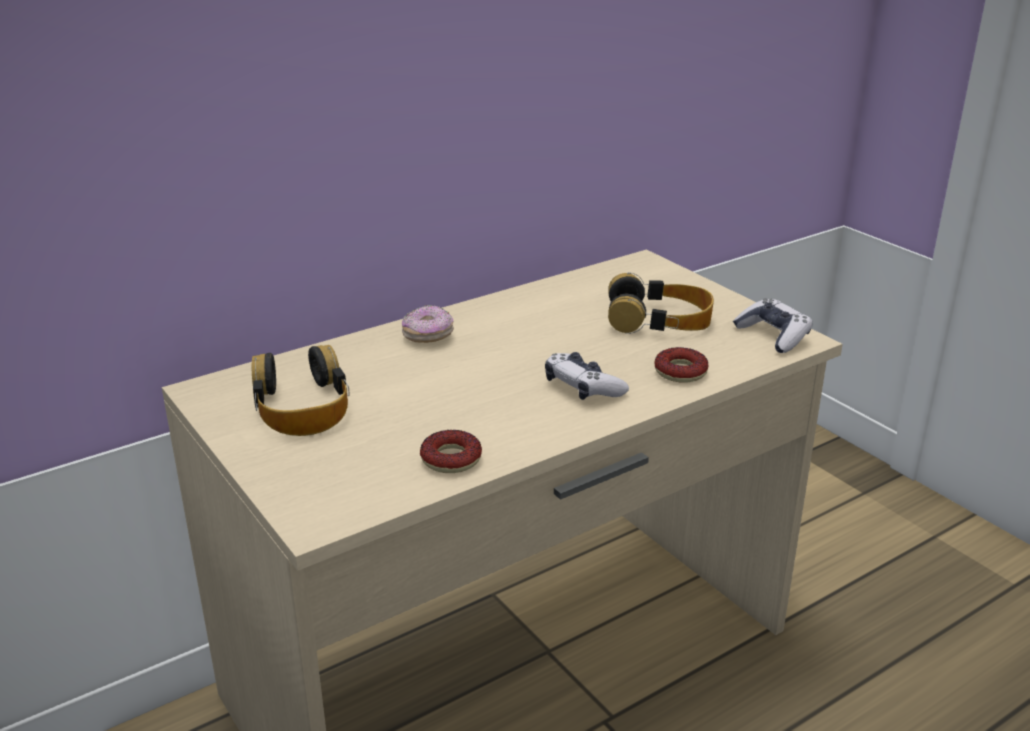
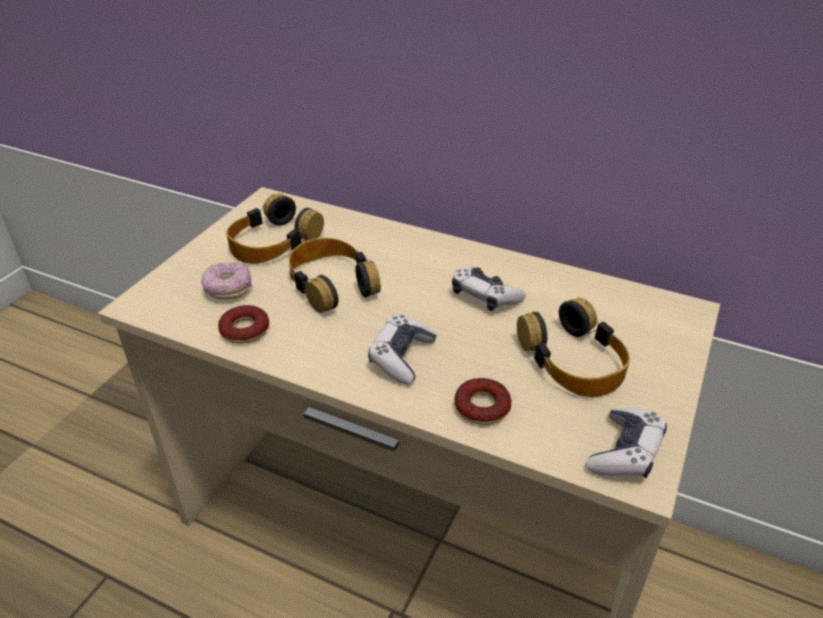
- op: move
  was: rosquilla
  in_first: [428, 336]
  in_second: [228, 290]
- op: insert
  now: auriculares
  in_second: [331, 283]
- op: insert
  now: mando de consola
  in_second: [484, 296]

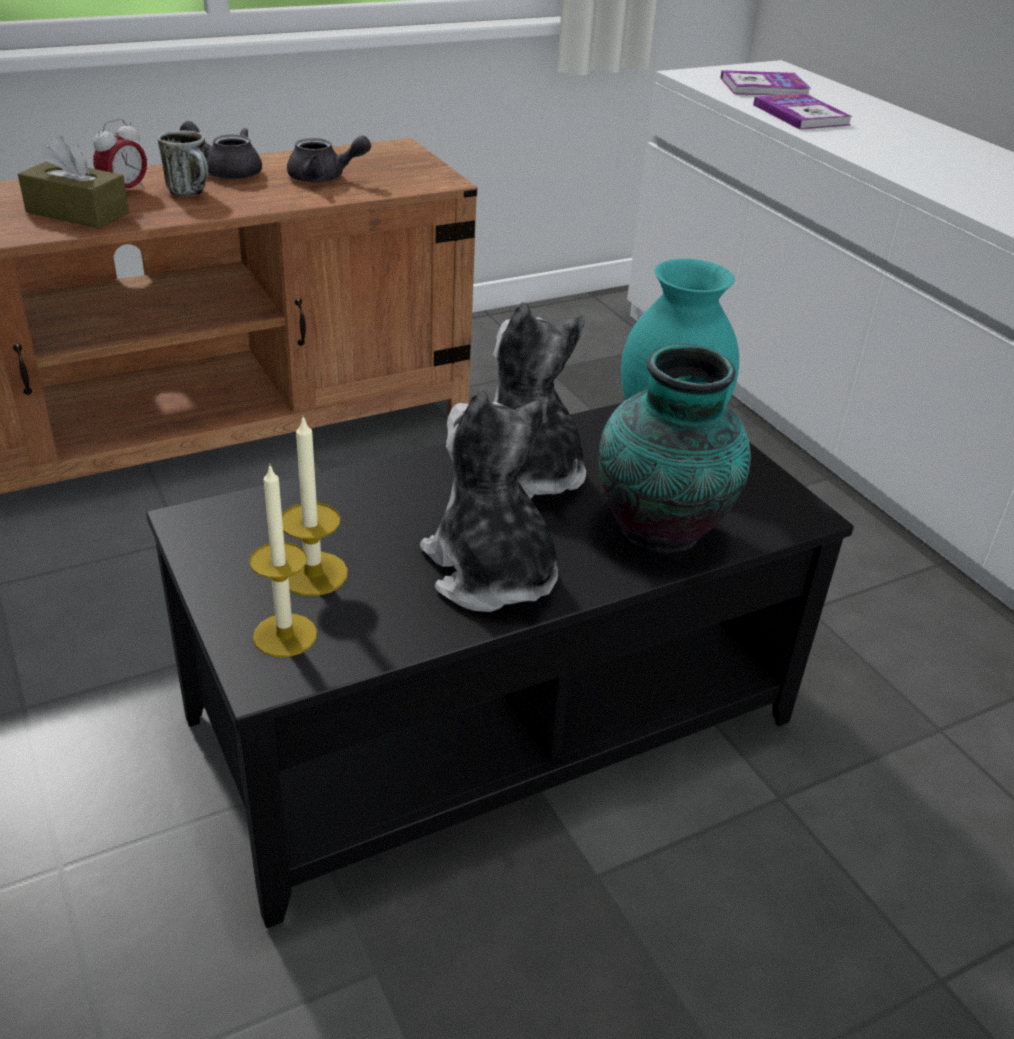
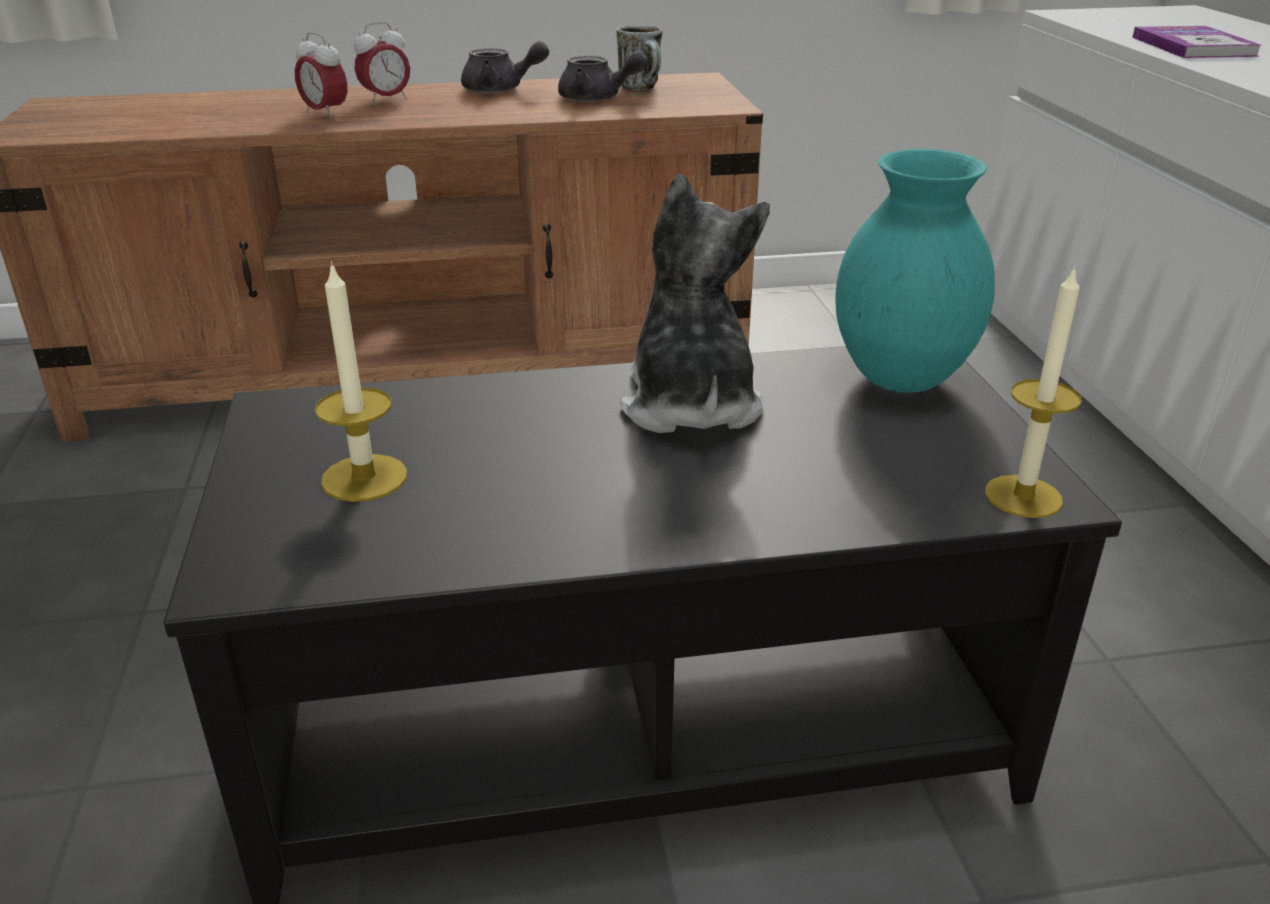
- op: replace
  was: caja de pañuelos [marrón]
  now: despertador
  in_first: [77, 212]
  in_second: [325, 114]
- op: move
  was: taza grande
  in_first: [193, 193]
  in_second: [644, 88]
- op: rotate
  was: tetera [gris]
  in_first: [227, 171]
  in_second: [500, 90]
  clockwise: 150
- op: move
  was: vela
  in_first: [285, 635]
  in_second: [1023, 496]
- op: delete
  was: peluche
  in_first: [491, 573]
- op: delete
  was: florero
  in_first: [664, 532]
- op: delete
  was: libro
  in_first: [764, 87]

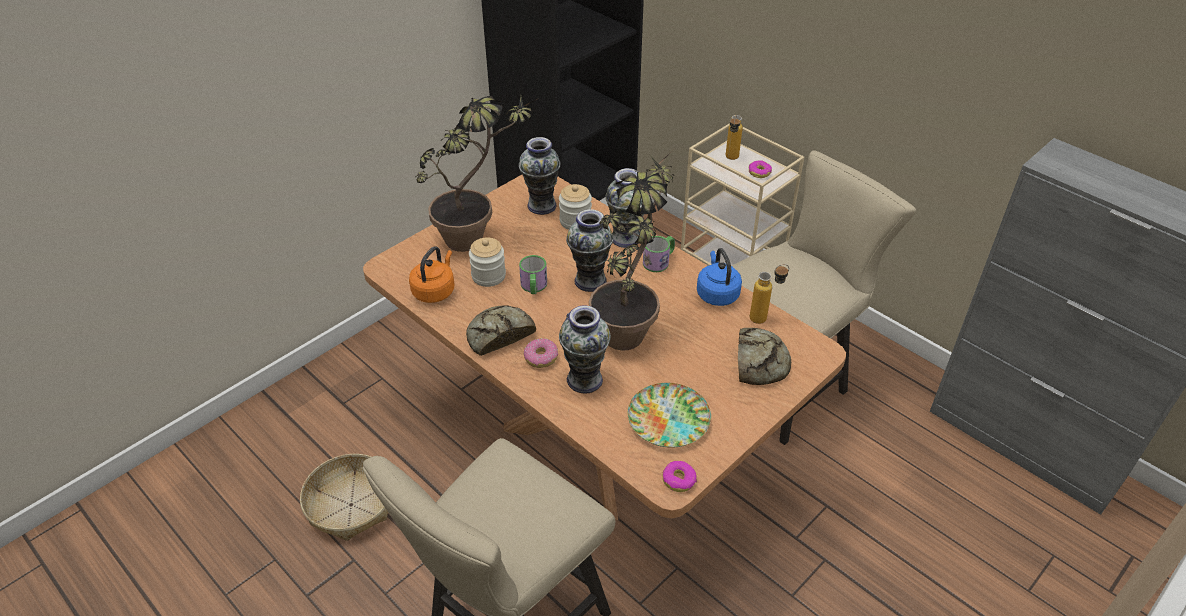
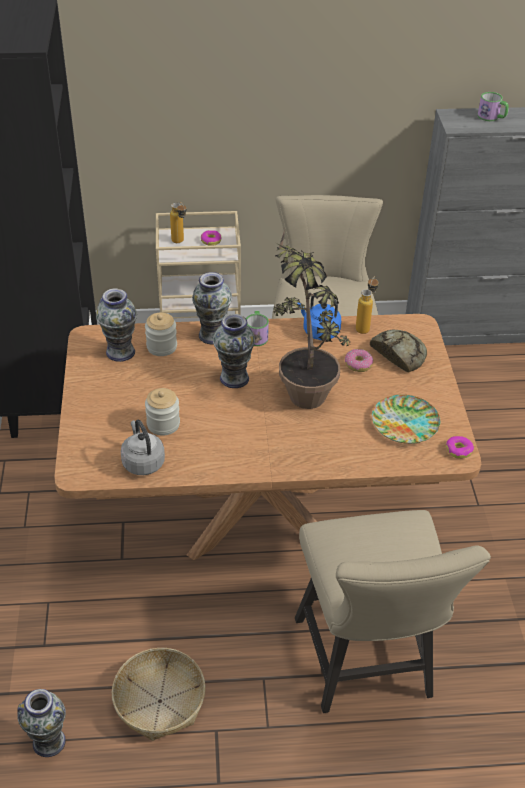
- op: recolor
  was: hervidor [naranja]
  now: hervidor [gris]
  in_first: [435, 291]
  in_second: [142, 462]
- op: delete
  was: planta en maceta
  in_first: [478, 238]
- op: delete
  was: pan
  in_first: [498, 334]
- op: move
  was: taza grande
  in_first: [533, 287]
  in_second: [491, 117]
- op: move
  was: rosquilla
  in_first: [541, 357]
  in_second: [358, 364]
- op: move
  was: florero
  in_first: [584, 380]
  in_second: [49, 742]

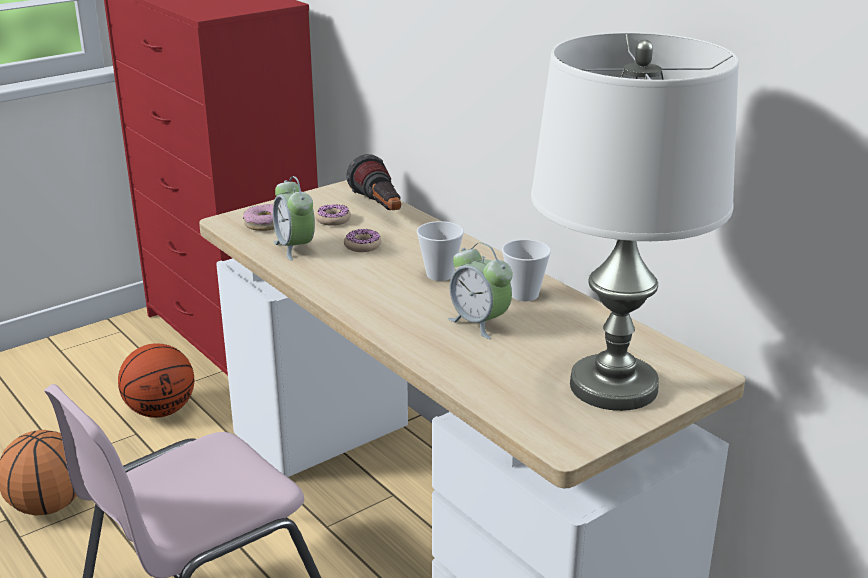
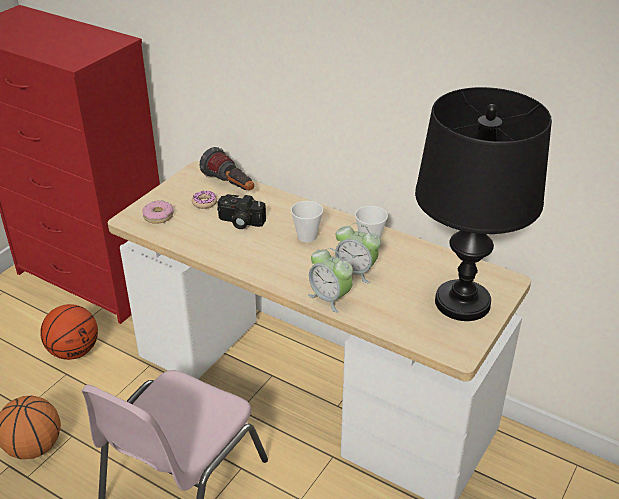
- op: move
  was: despertador
  in_first: [295, 248]
  in_second: [330, 298]
- op: replace
  was: rosquilla
  now: cámara
  in_first: [362, 246]
  in_second: [240, 222]
- op: recolor
  was: lámpara de mesa [blanco]
  now: lámpara de mesa [negro]
  in_first: [614, 386]
  in_second: [463, 302]

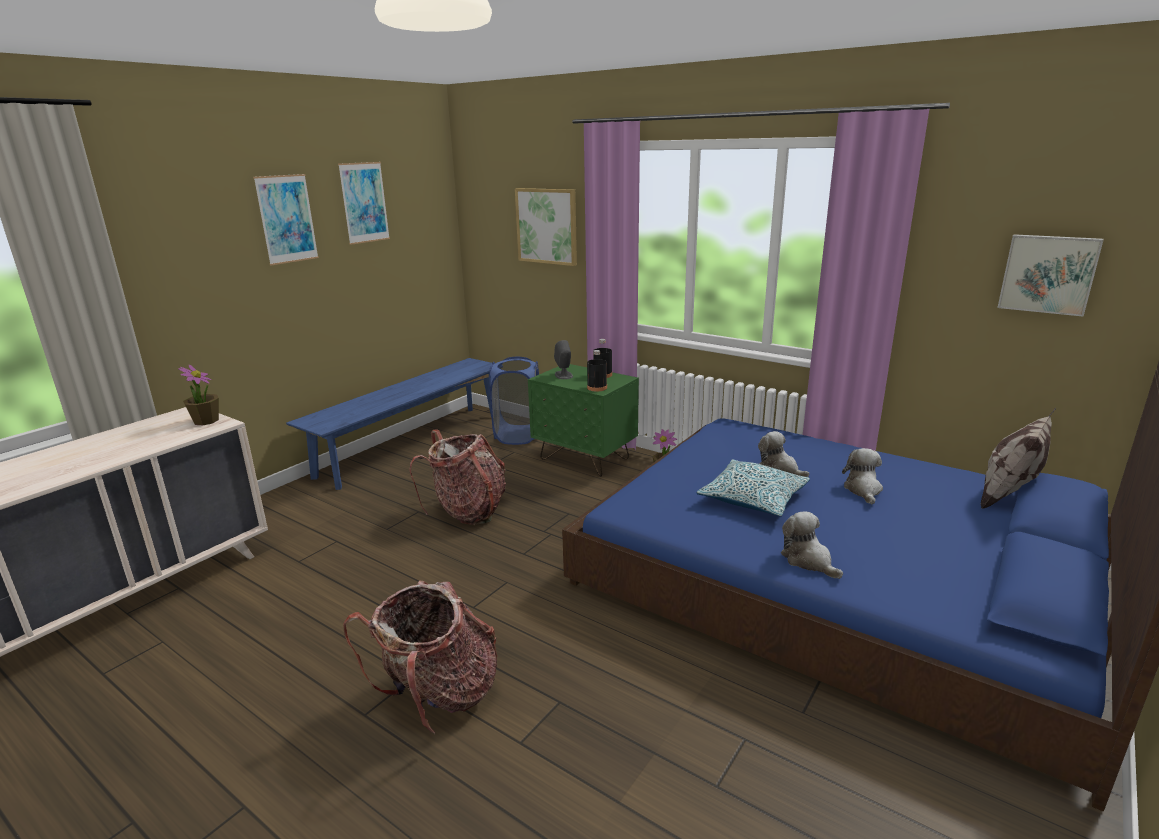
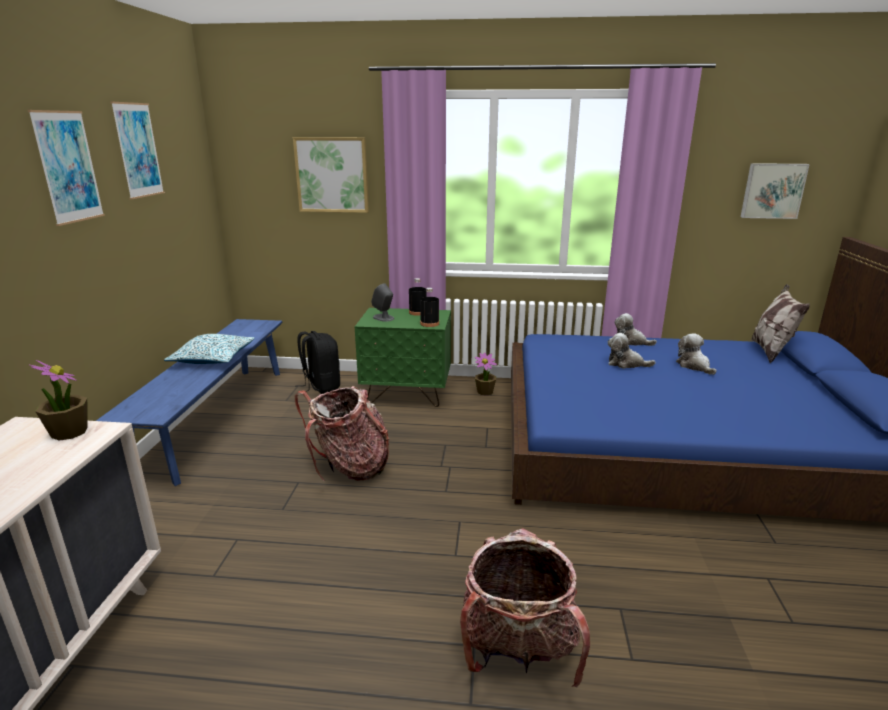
- op: replace
  was: cesto de la ropa [azul]
  now: mochila [negro]
  in_first: [518, 435]
  in_second: [321, 386]
- op: move
  was: cojín
  in_first: [753, 498]
  in_second: [213, 358]
- op: move
  was: peluche
  in_first: [808, 560]
  in_second: [630, 342]

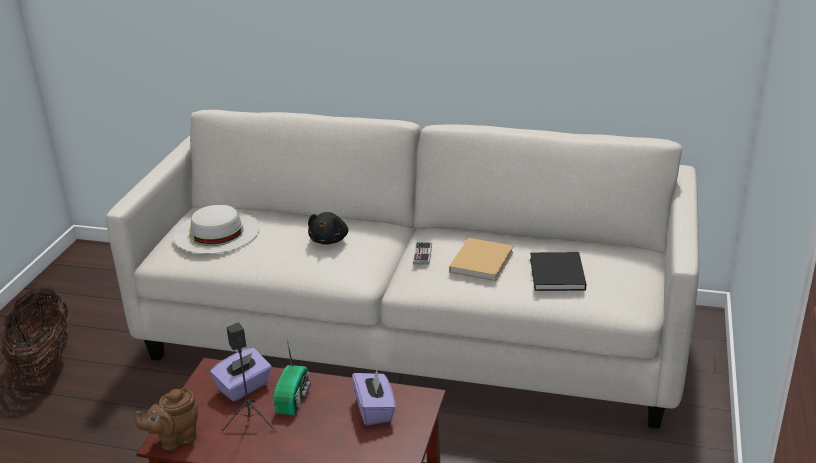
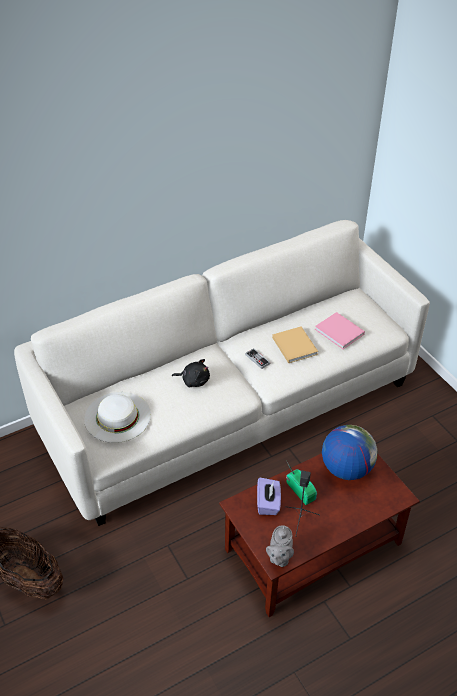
- op: recolor
  was: tetera [marrón]
  now: tetera [gris]
  in_first: [175, 439]
  in_second: [279, 557]
- op: rotate
  was: peluche [negro]
  in_first: [329, 240]
  in_second: [194, 380]
  clockwise: -45
- op: replace
  was: caja de pañuelos [morado]
  now: globo terráqueo
  in_first: [375, 410]
  in_second: [346, 468]
- op: recolor
  was: libro [negro]
  now: libro [rosa]
  in_first: [557, 275]
  in_second: [340, 332]

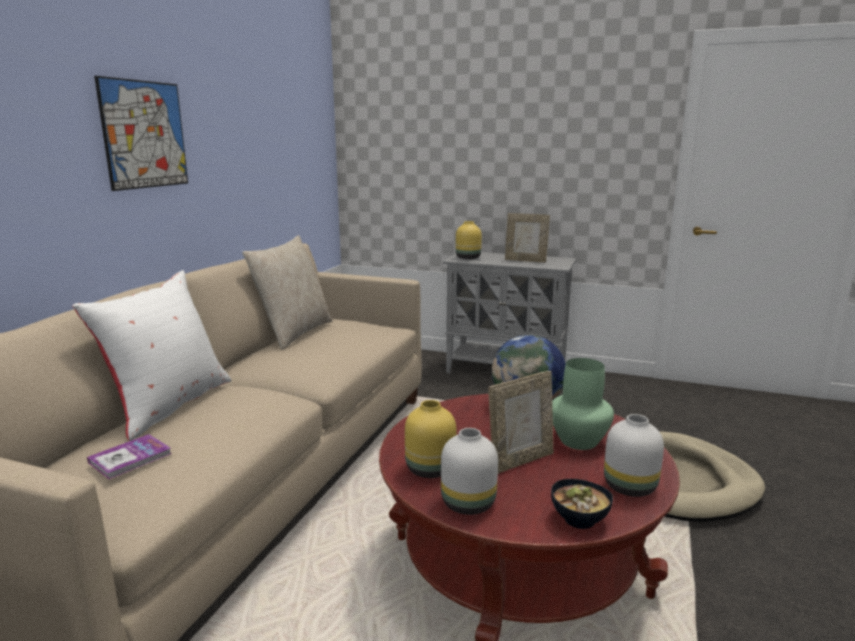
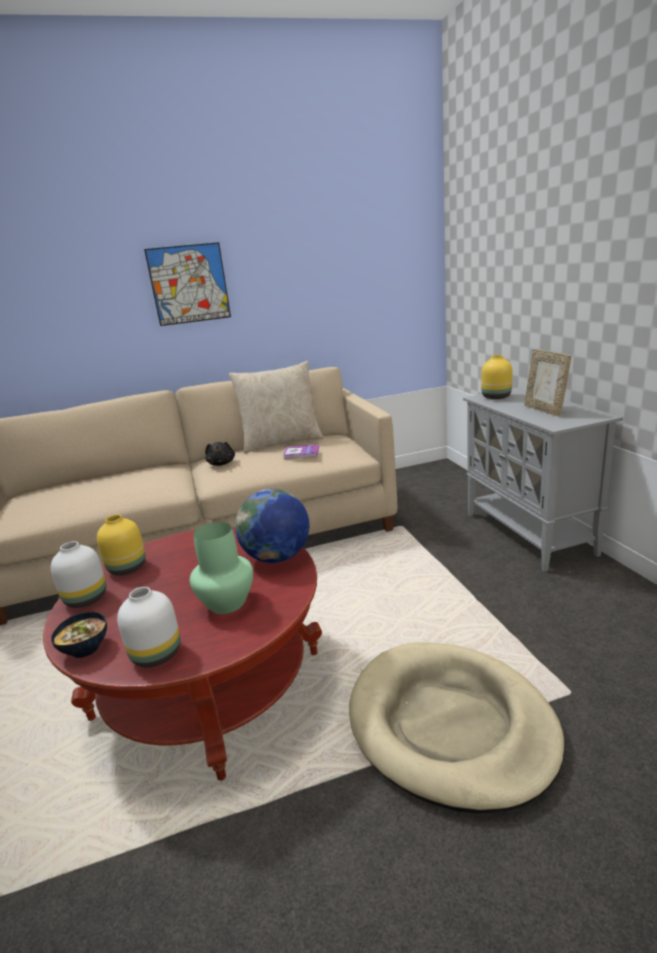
- op: delete
  was: cojín [blanco]
  in_first: [169, 405]
- op: move
  was: libro
  in_first: [130, 458]
  in_second: [301, 453]
- op: delete
  was: portarretratos
  in_first: [520, 461]
- op: insert
  now: peluche [negro]
  in_second: [221, 463]

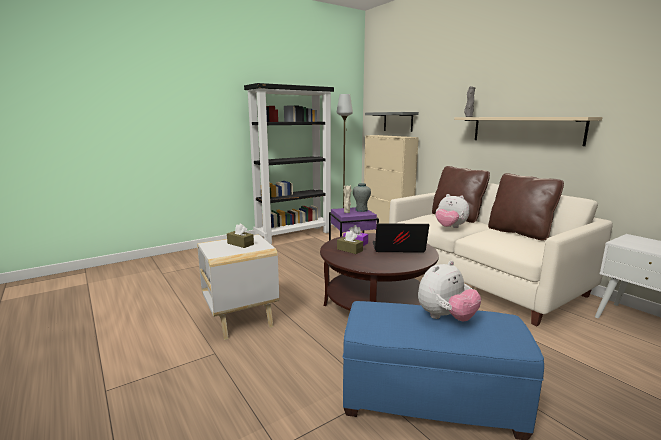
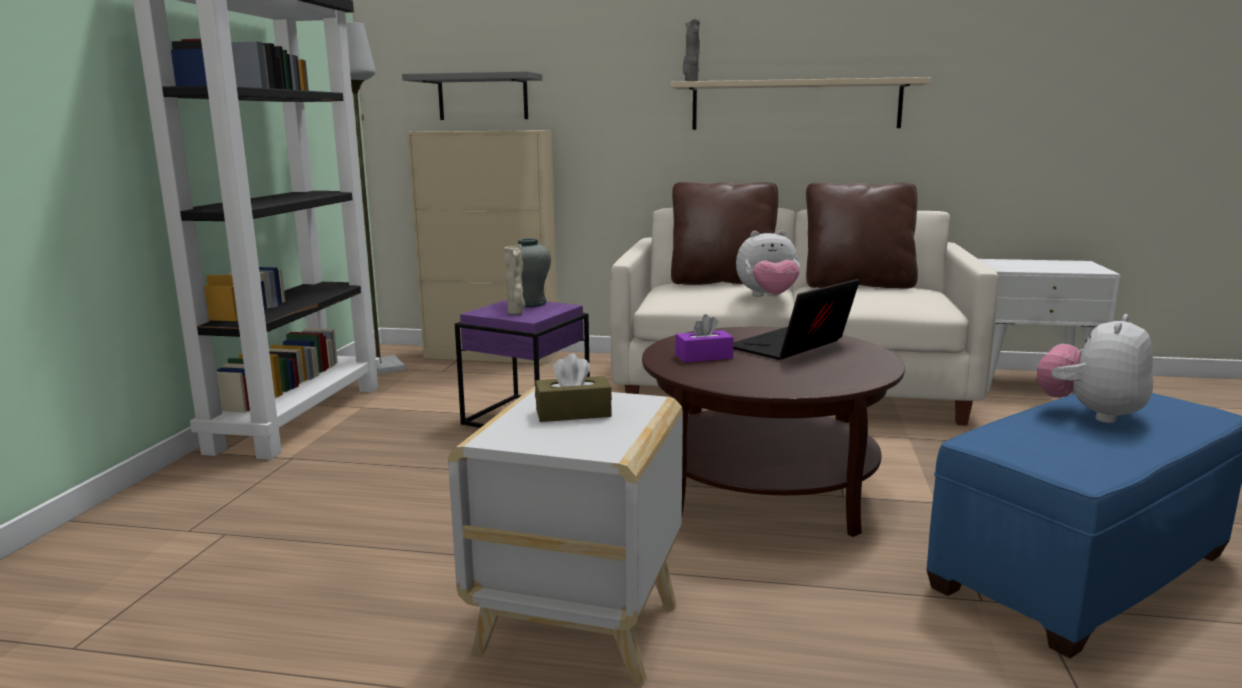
- op: delete
  was: caja de pañuelos [marrón]
  in_first: [349, 250]
- op: rotate
  was: peluche
  in_first: [445, 318]
  in_second: [1091, 414]
  clockwise: -150

